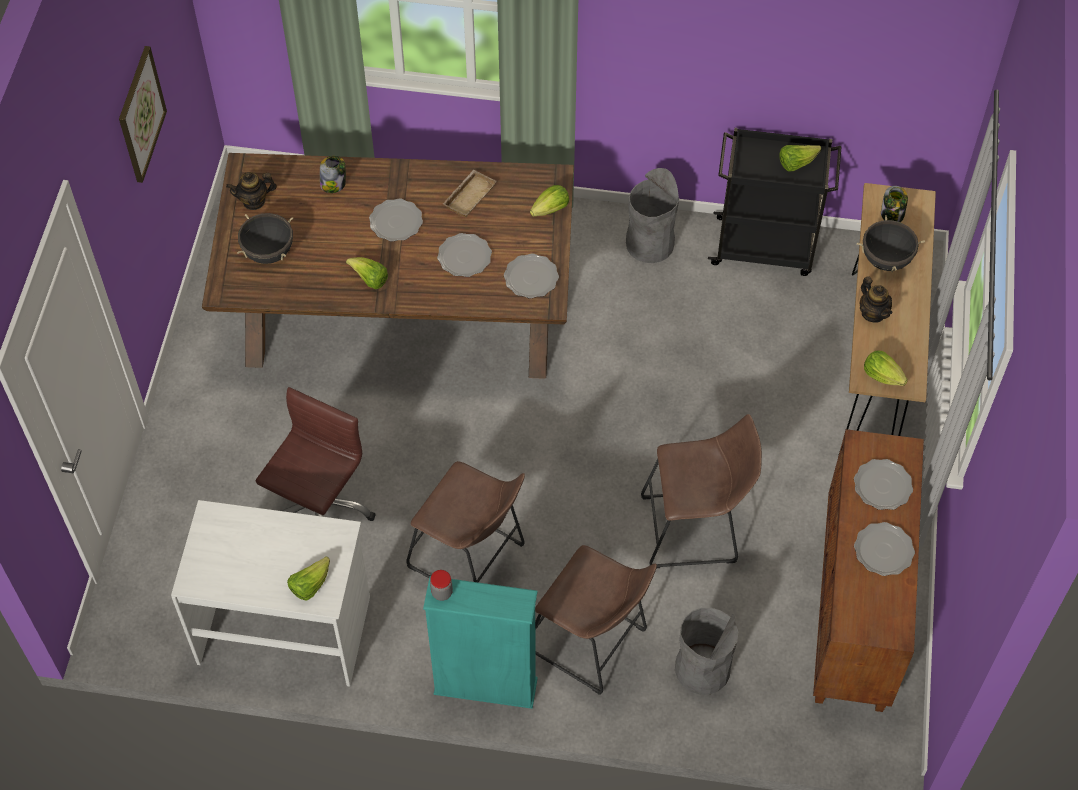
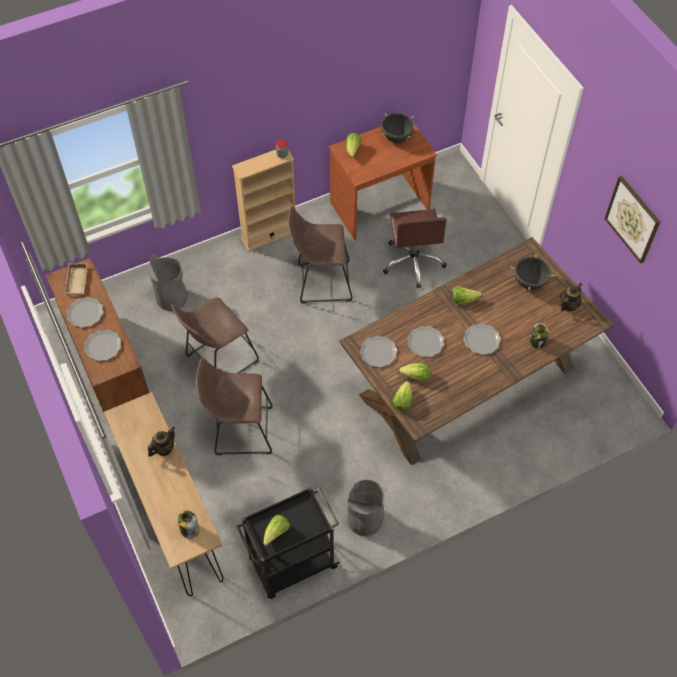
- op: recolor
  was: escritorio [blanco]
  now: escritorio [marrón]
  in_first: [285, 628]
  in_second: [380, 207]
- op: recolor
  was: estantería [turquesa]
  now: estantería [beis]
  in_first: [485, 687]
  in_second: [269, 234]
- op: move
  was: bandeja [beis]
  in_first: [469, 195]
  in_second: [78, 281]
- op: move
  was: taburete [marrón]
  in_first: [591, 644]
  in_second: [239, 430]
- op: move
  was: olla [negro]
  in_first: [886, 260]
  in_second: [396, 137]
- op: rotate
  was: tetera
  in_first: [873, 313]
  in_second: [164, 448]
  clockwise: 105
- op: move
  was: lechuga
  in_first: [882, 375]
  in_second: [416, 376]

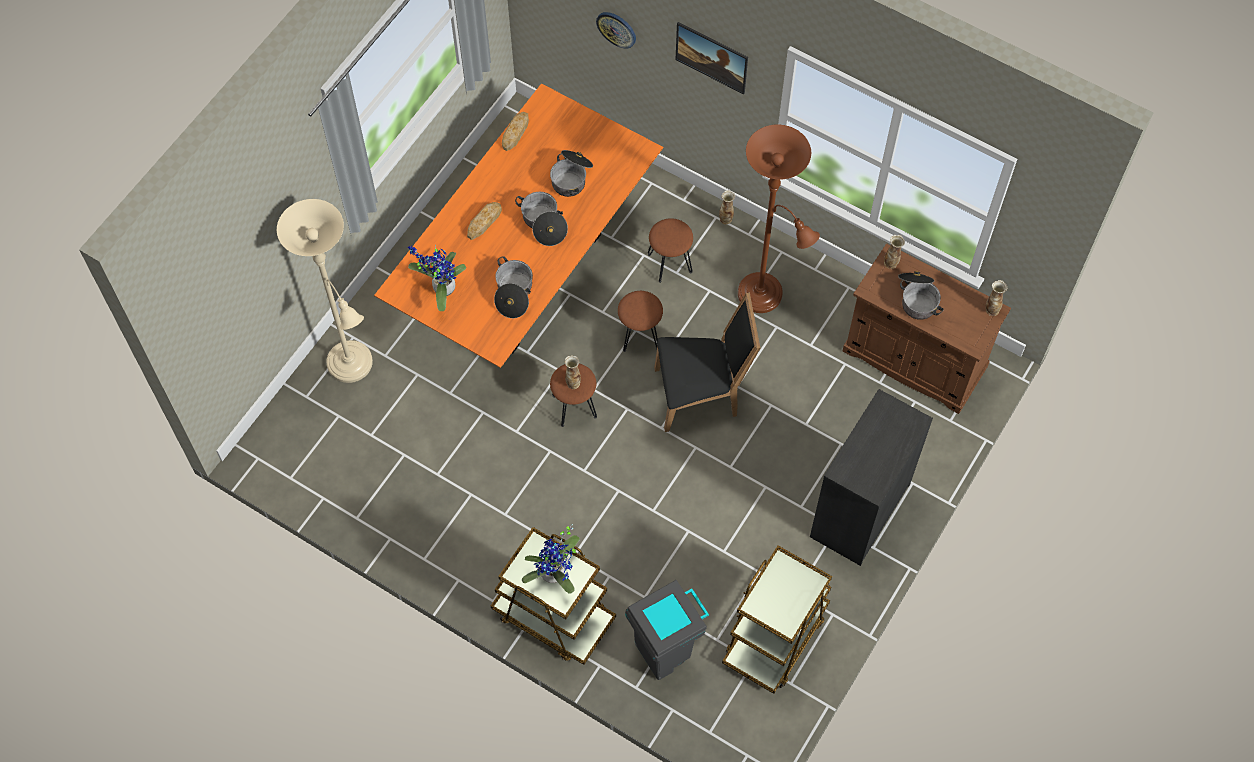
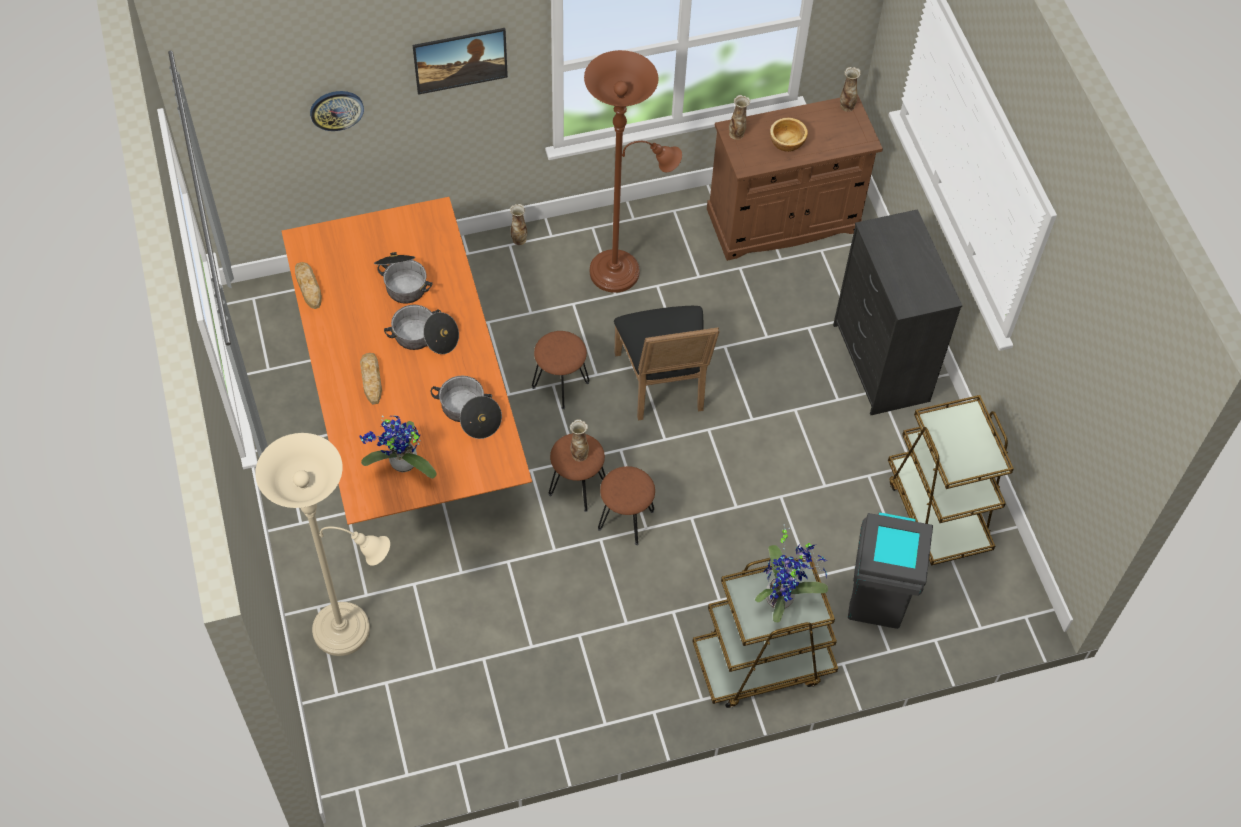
- op: move
  was: taburete [marrón]
  in_first: [670, 263]
  in_second: [626, 520]
- op: rotate
  was: silla [negro]
  in_first: [701, 394]
  in_second: [663, 386]
  clockwise: 135
- op: replace
  was: olla
  now: cuenco
  in_first: [917, 298]
  in_second: [786, 142]

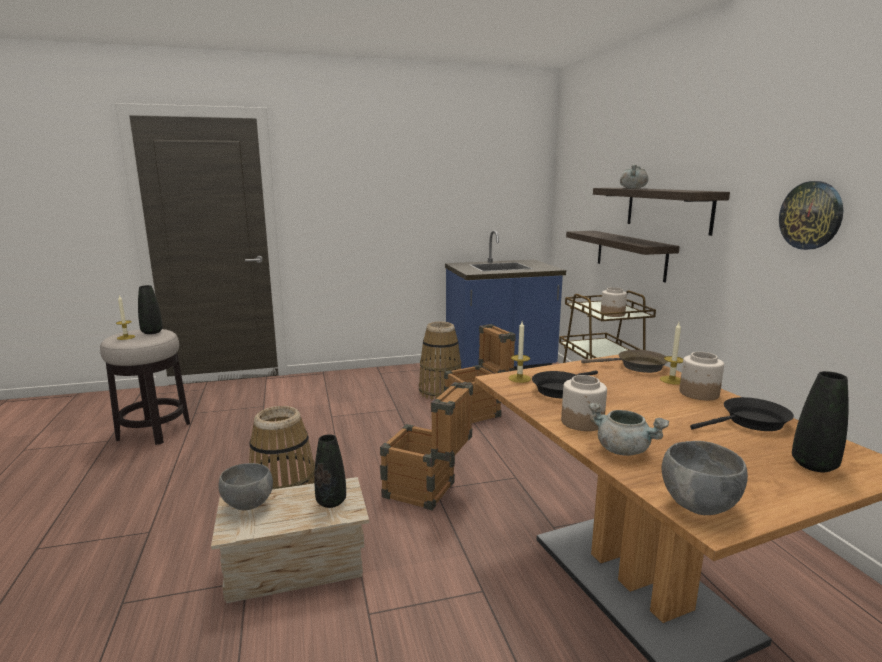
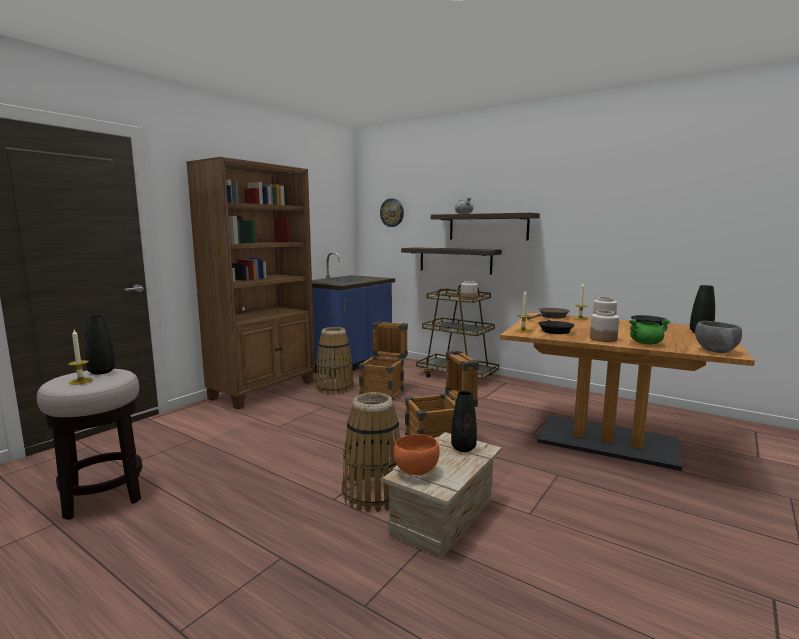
- op: recolor
  was: cuenco [gris]
  now: cuenco [naranja]
  in_first: [248, 505]
  in_second: [417, 471]
- op: recolor
  was: olla [gris]
  now: olla [verde]
  in_first: [624, 450]
  in_second: [646, 343]
- op: move
  was: reloj de pared
  in_first: [811, 215]
  in_second: [392, 212]
- op: insert
  now: estantería [marrón]
  in_second: [264, 390]

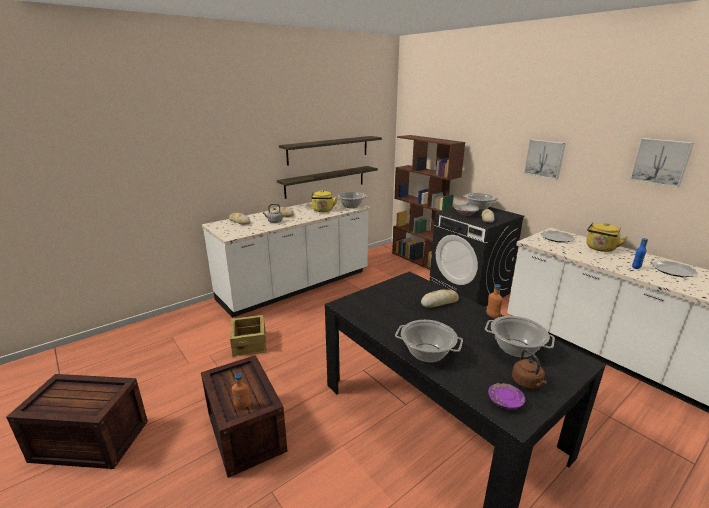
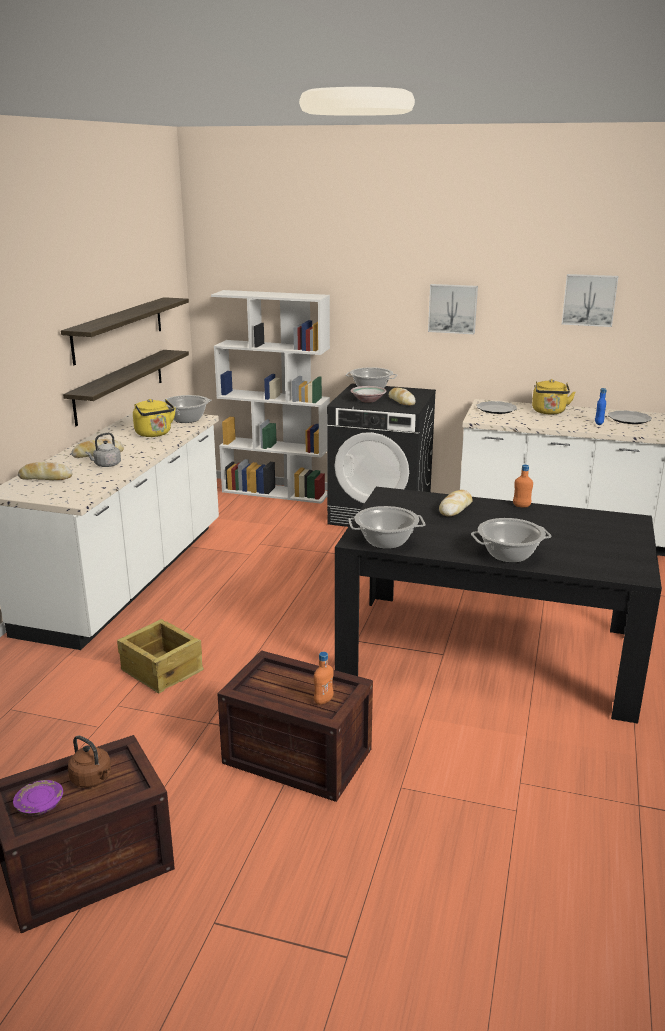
- op: recolor
  was: estantería [marrón]
  now: estantería [blanco]
  in_first: [421, 260]
  in_second: [276, 492]
- op: move
  was: olla
  in_first: [516, 348]
  in_second: [386, 541]
- op: move
  was: plato [morado]
  in_first: [505, 401]
  in_second: [39, 805]
- op: move
  was: hervidor [marrón]
  in_first: [527, 383]
  in_second: [93, 779]

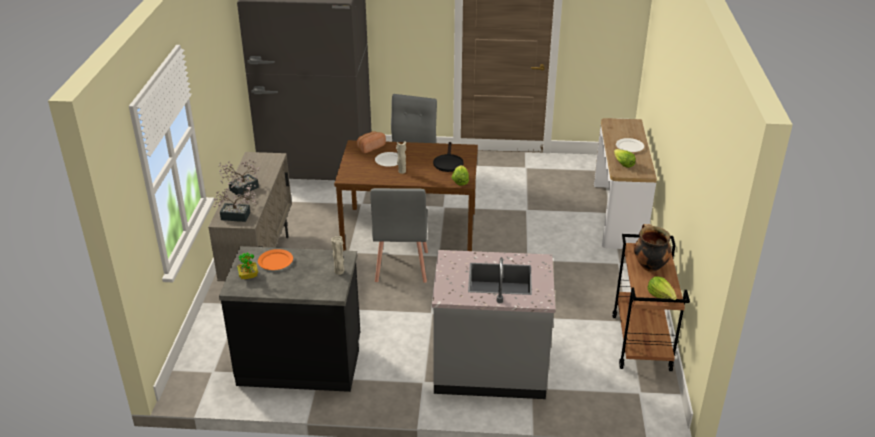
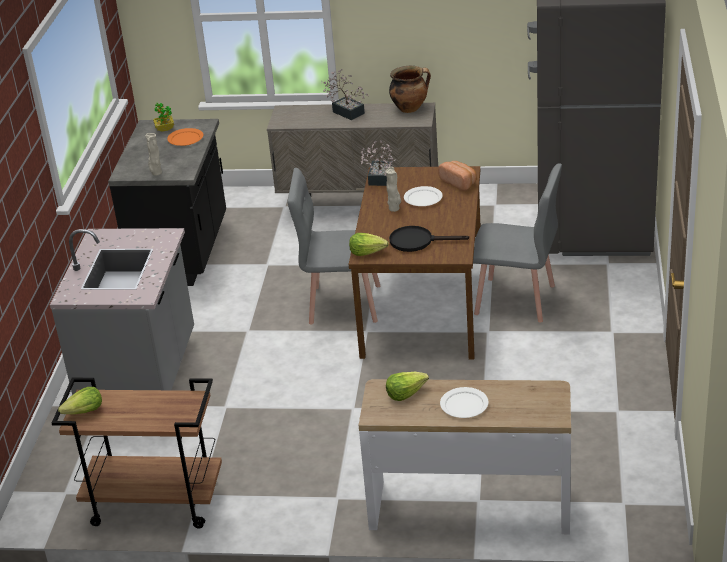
- op: move
  was: planta en maceta
  in_first: [239, 216]
  in_second: [379, 180]
- op: move
  was: olla
  in_first: [649, 265]
  in_second: [410, 108]

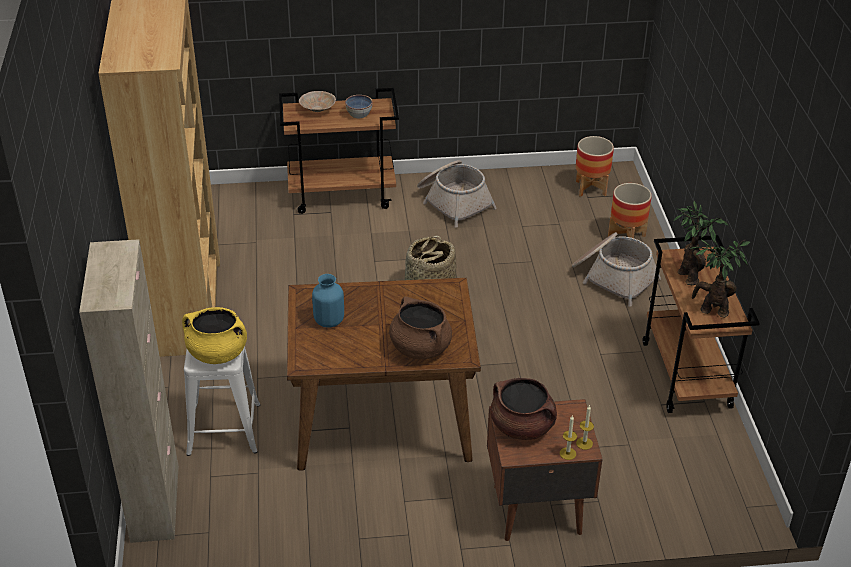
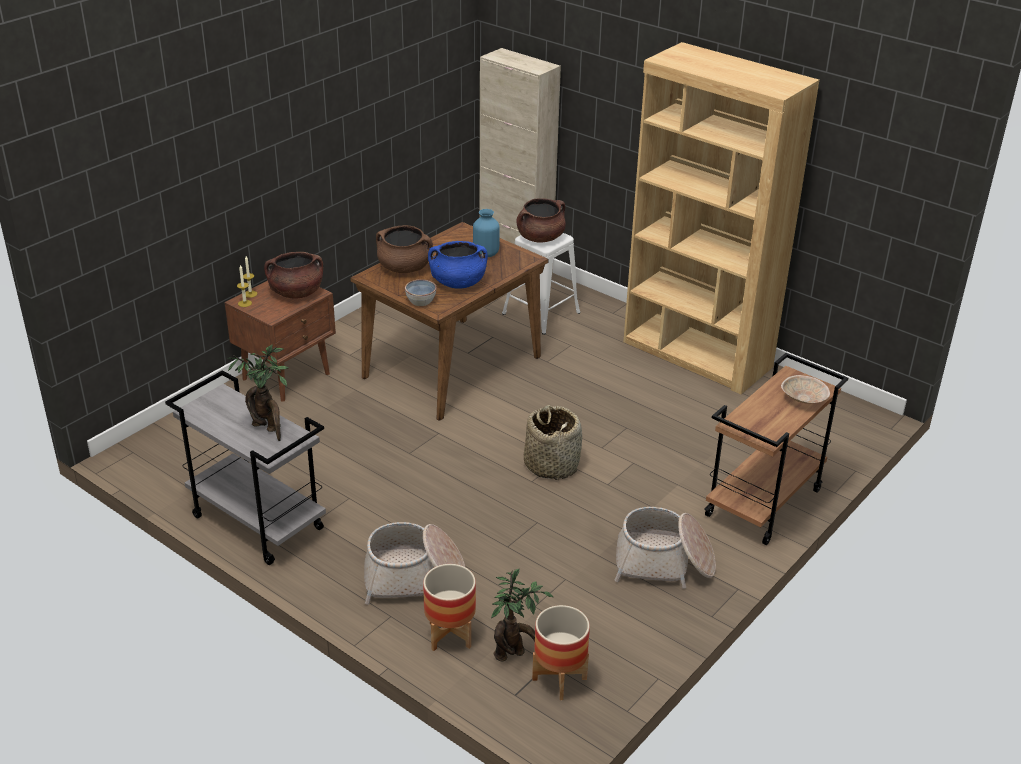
- op: recolor
  was: olla [amarillo]
  now: olla [marrón]
  in_first: [217, 353]
  in_second: [540, 238]
- op: move
  was: cuenco
  in_first: [359, 114]
  in_second: [420, 301]
- op: recolor
  was: carrito [marrón]
  now: carrito [gris]
  in_first: [687, 375]
  in_second: [256, 523]
- op: move
  was: planta en maceta
  in_first: [711, 309]
  in_second: [514, 654]
- op: insert
  now: olla [azul]
  in_second: [458, 283]

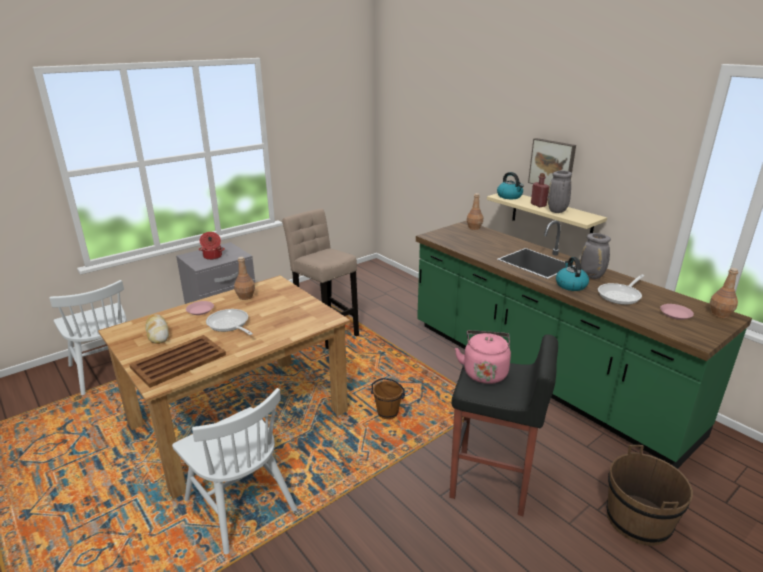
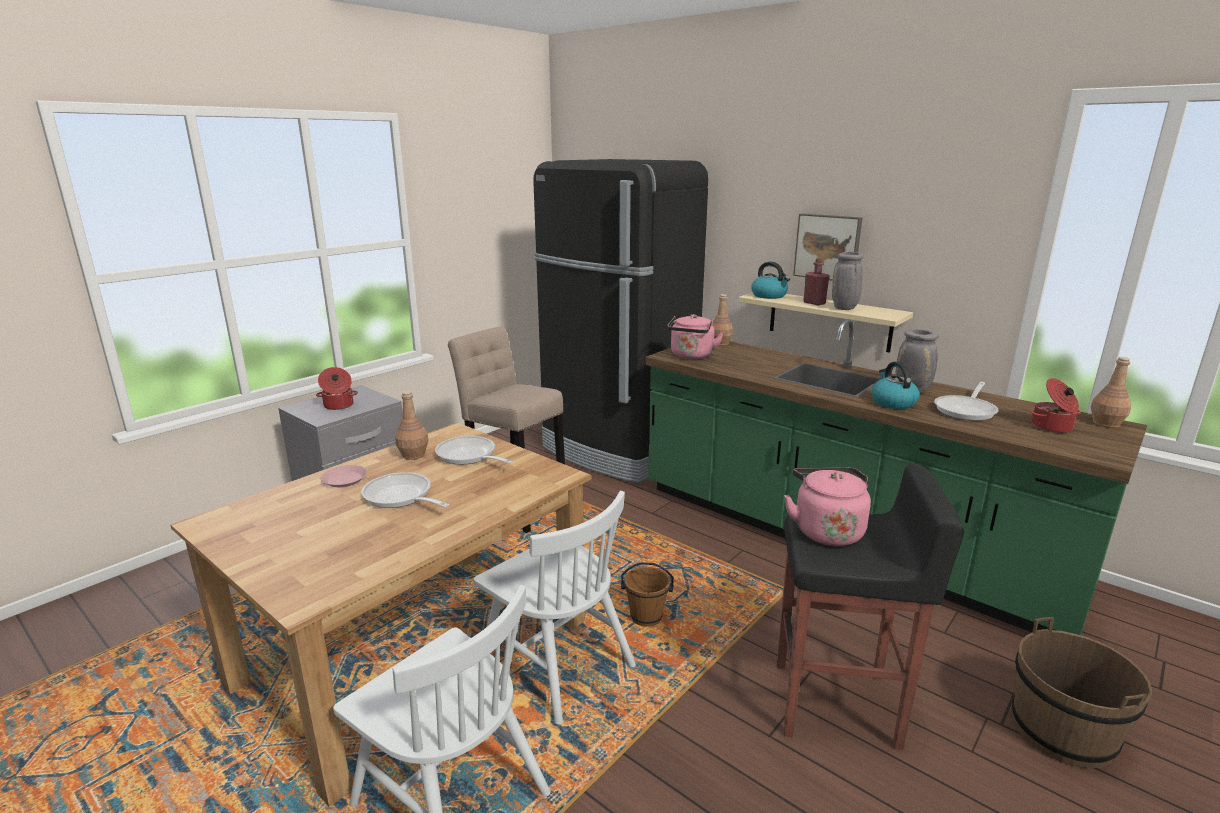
- op: move
  was: silla [blanco]
  in_first: [106, 370]
  in_second: [556, 663]
- op: delete
  was: bandeja [marrón]
  in_first: [178, 361]
- op: delete
  was: pan
  in_first: [157, 333]
- op: replace
  was: plato [rosa]
  now: olla
  in_first: [676, 314]
  in_second: [1052, 427]
- op: insert
  now: sartén
  in_second: [469, 456]
- op: insert
  now: nevera [negro]
  in_second: [617, 451]
- op: insert
  now: hervidor [rosa]
  in_second: [691, 356]

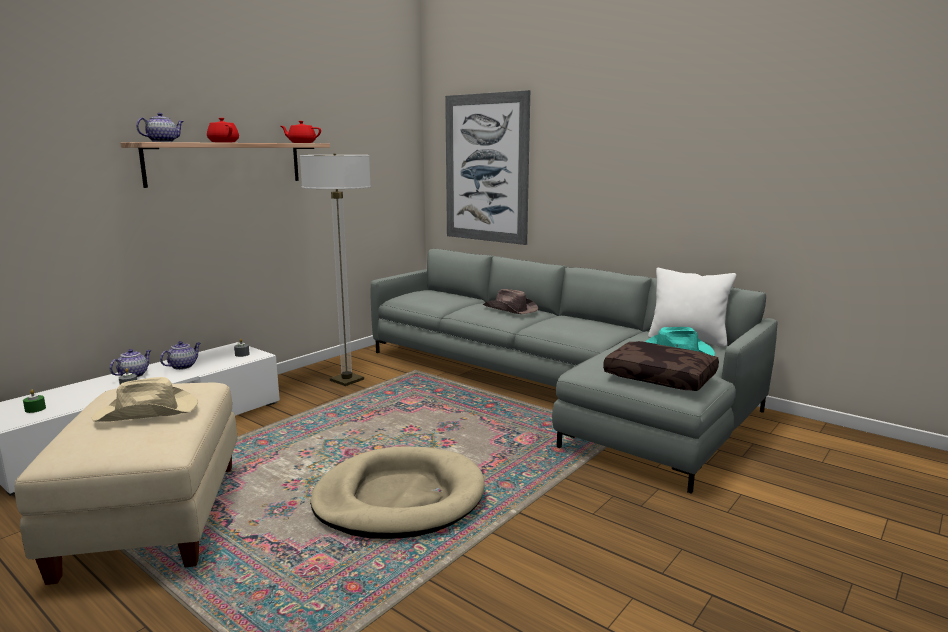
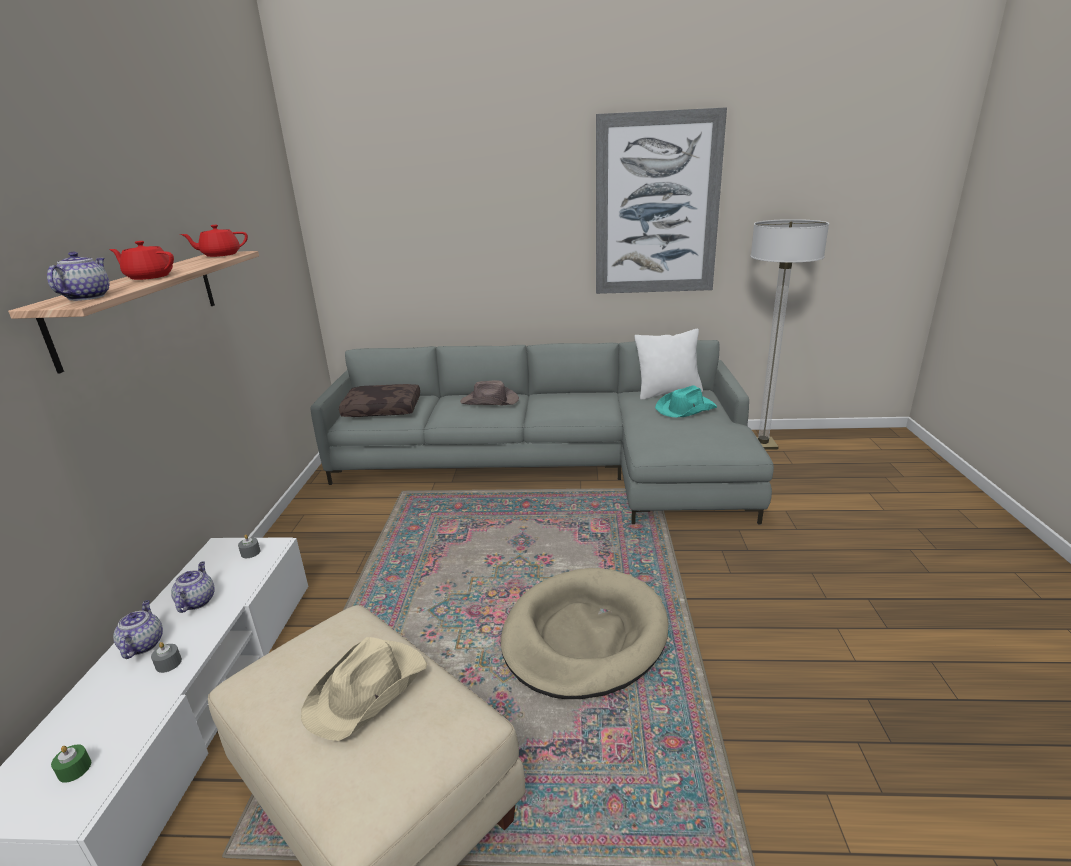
- op: move
  was: lámpara de pie
  in_first: [347, 380]
  in_second: [762, 444]
- op: move
  was: cuadro
  in_first: [486, 168]
  in_second: [656, 206]
- op: move
  was: cojín [marrón]
  in_first: [661, 377]
  in_second: [383, 409]

